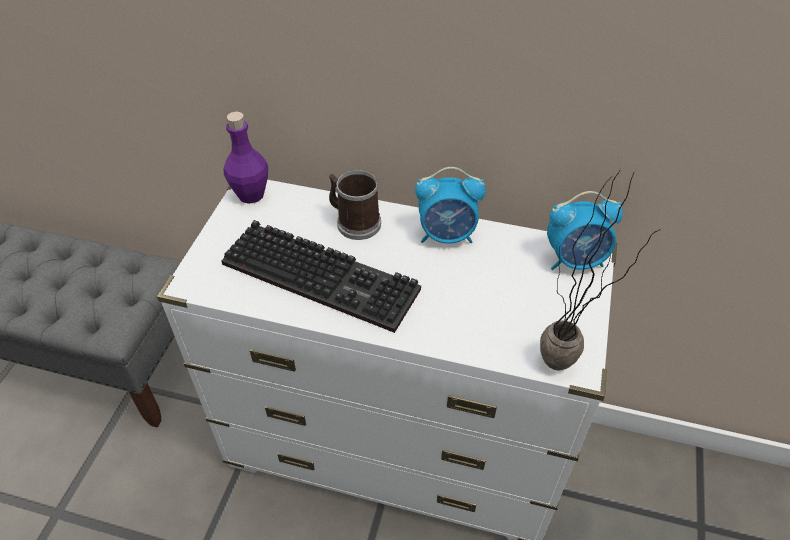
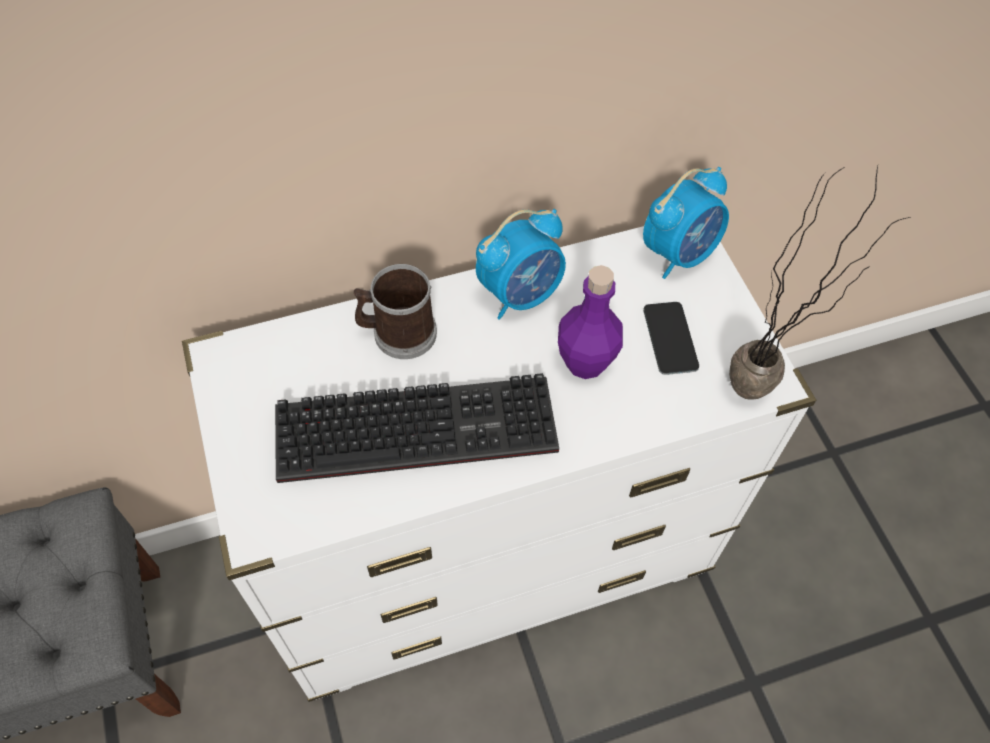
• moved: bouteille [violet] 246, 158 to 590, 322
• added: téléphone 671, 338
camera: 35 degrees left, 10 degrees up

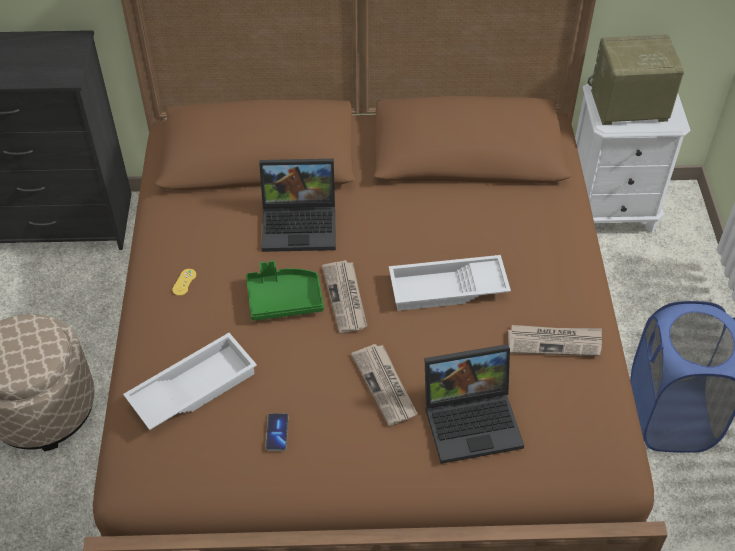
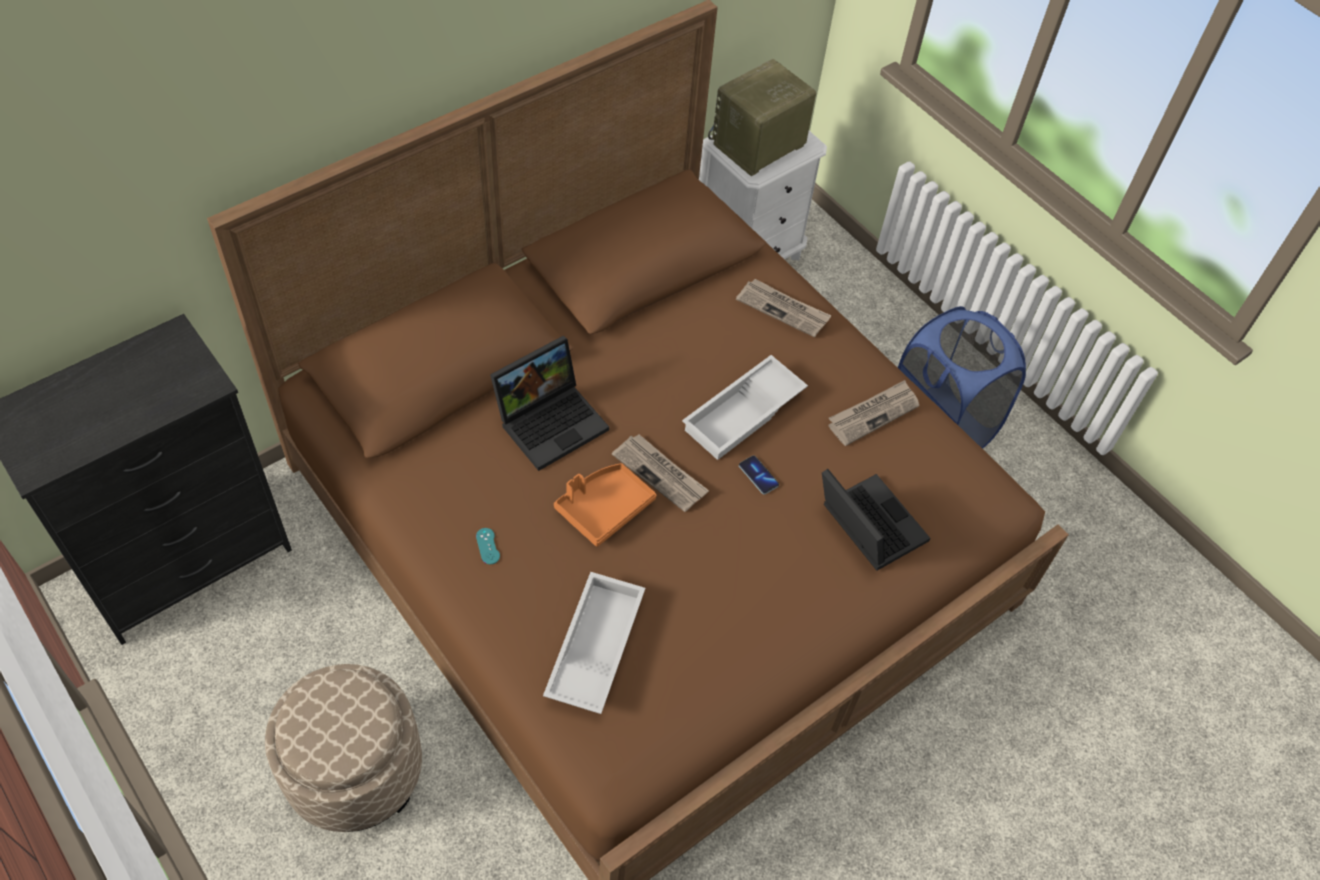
• recoloured: plateau [vert] 285, 291 to plateau [orange] 605, 505
• recoloured: manette [jaune] 184, 282 to manette [turquoise] 488, 546
• moved: journal 384, 385 to 783, 308
• turned: ordinateur portable 474, 404 = 876, 520 75 degrees counterclockwise
• moved: téléphone 277, 432 to 759, 475
camera: 40 degrees left, 5 degrees up

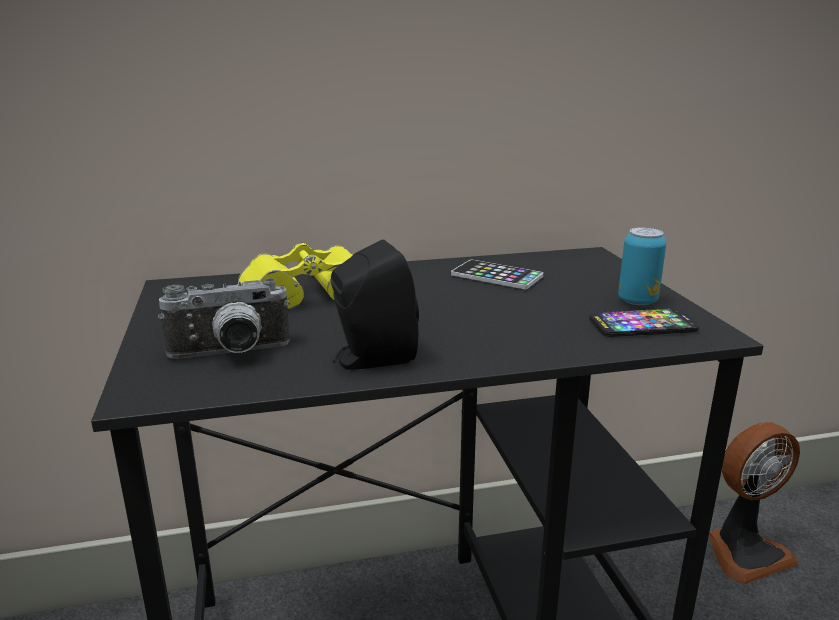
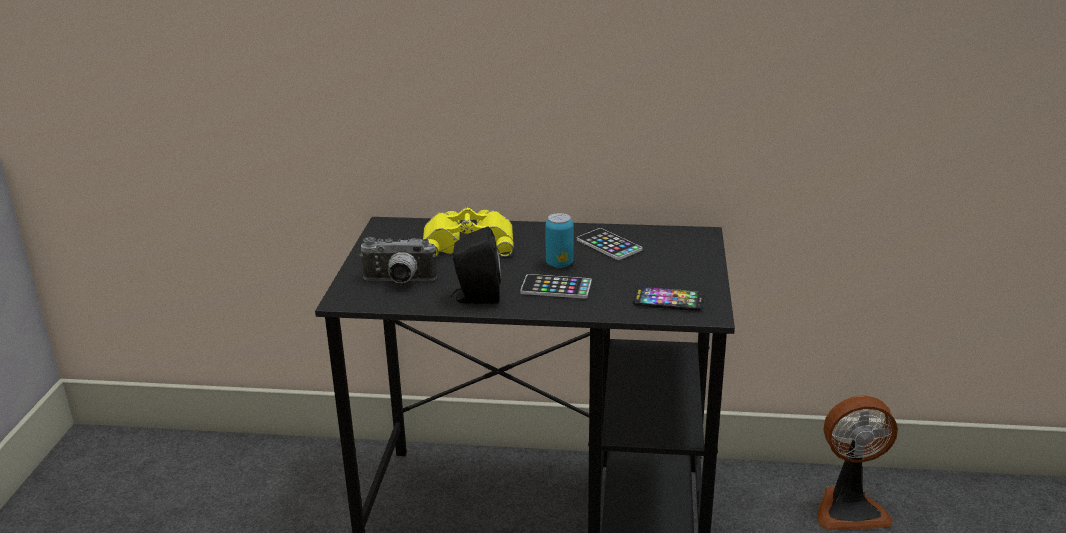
• moved: boîte métallique 642, 266 to 559, 240
• added: téléphone 556, 286
camera: 20 degrees right, 5 degrees up

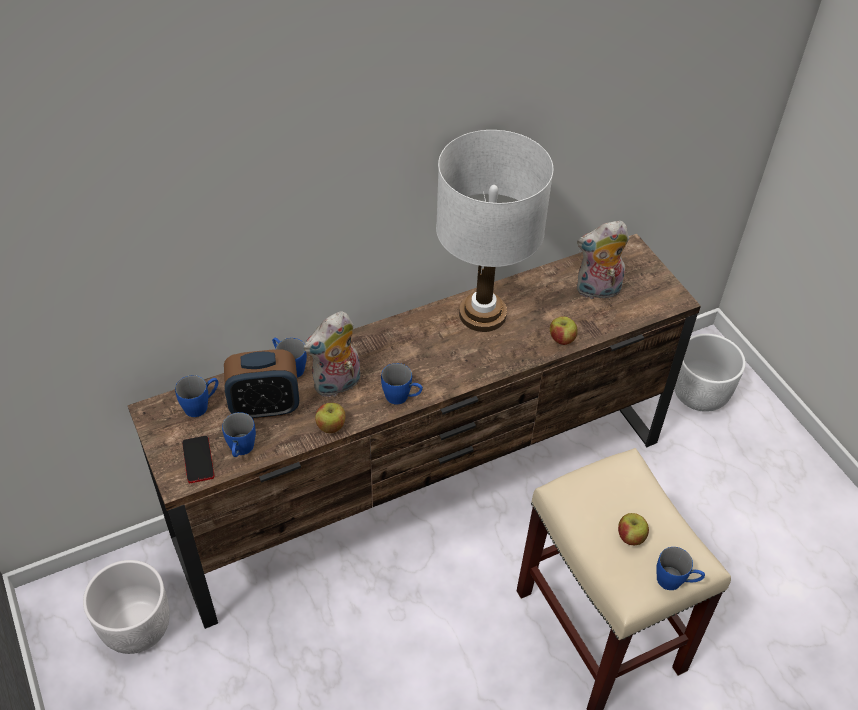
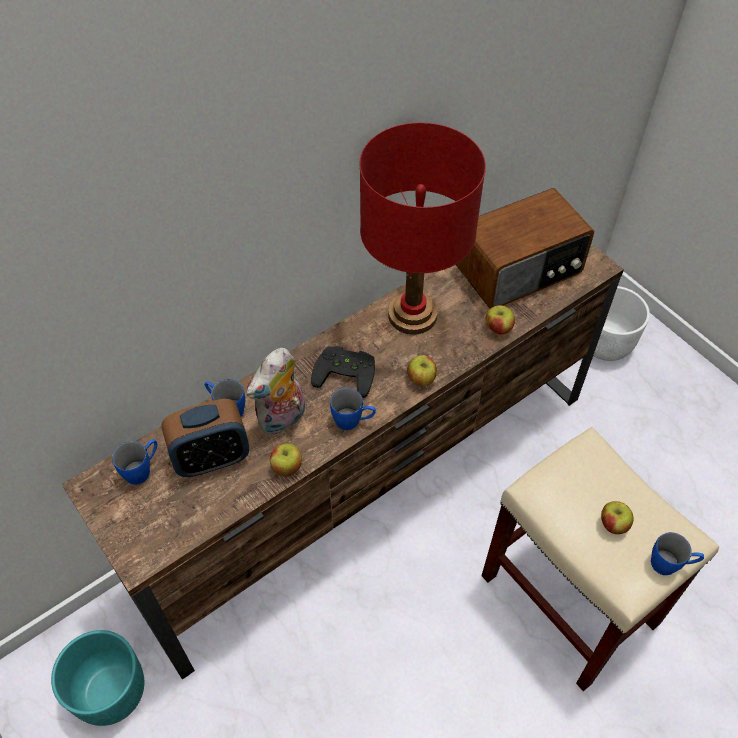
• recoloured: lampe de table [blanc] 494, 231 to lampe de table [rouge] 422, 229
• replaced: peluche 603, 260 to radio 525, 248
• removed: mug [bleu] 239, 434
• removed: téléphone 198, 459
• recoloured: cache-pot [blanc] 126, 607 to cache-pot [turquoise] 97, 678
• added: manette [noir] 343, 372
• added: pomme 422, 370
camera: 10 degrees left, 5 degrees up

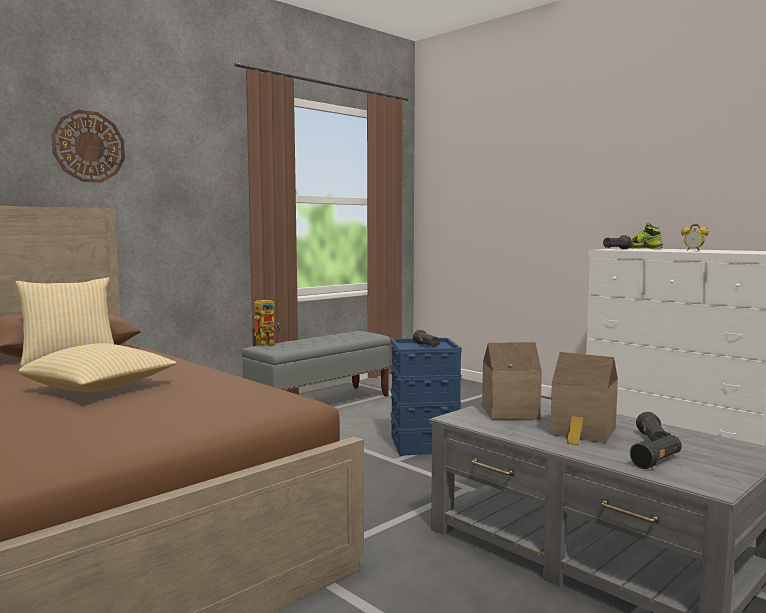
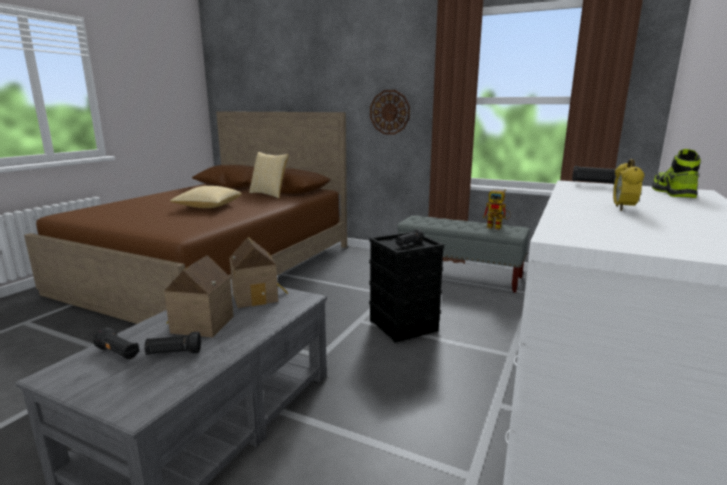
• moved: horloge murale 88, 146 to 390, 112
• moved: robot jouet 267, 322 to 497, 209
• recoloured: boîte de rangement [bleu] 426, 397 to boîte de rangement [noir] 407, 287
camera: 70 degrees right, 10 degrees up

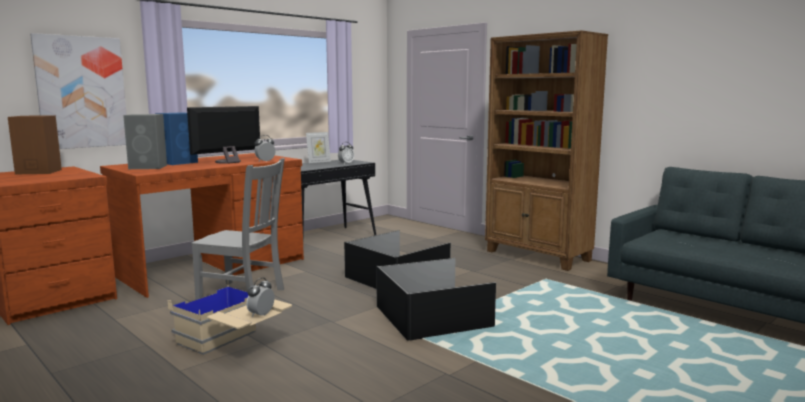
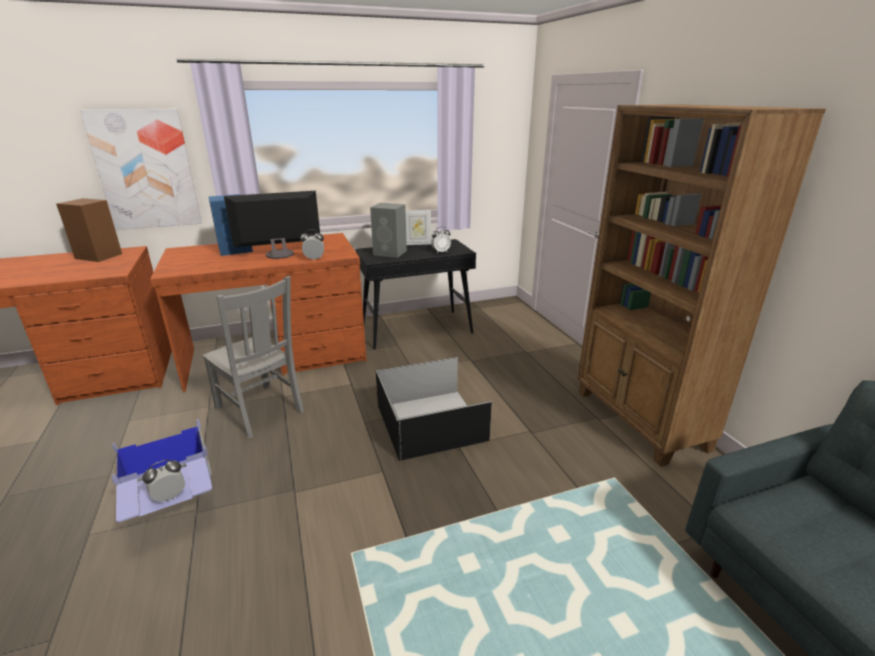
• moved: enceinte [gris] 145, 141 to 388, 230
• removed: boîte de rangement [noir] 436, 299
• recoloured: boîte de rangement [beige] 230, 318 to boîte de rangement [bleu] 161, 470
camera: 25 degrees right, 15 degrees up

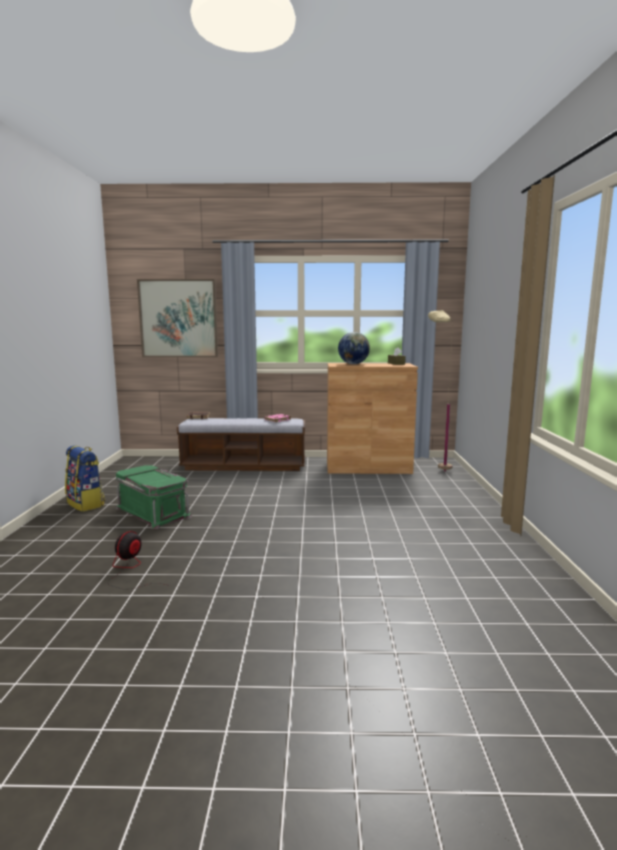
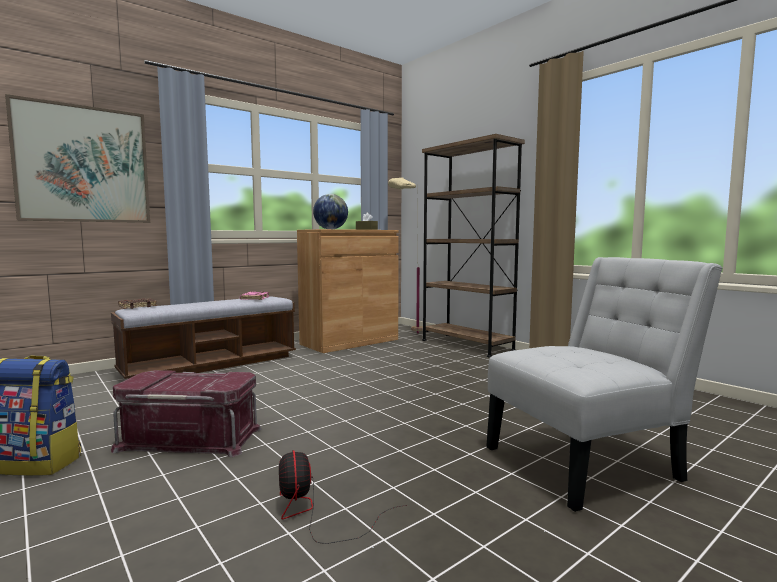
• recoloured: boîte de rangement [vert] 154, 497 to boîte de rangement [rouge] 186, 413
• added: bibliothèque [marron] 473, 245
• added: chaise [blanc] 604, 384
camera: 40 degrees left, 5 degrees down

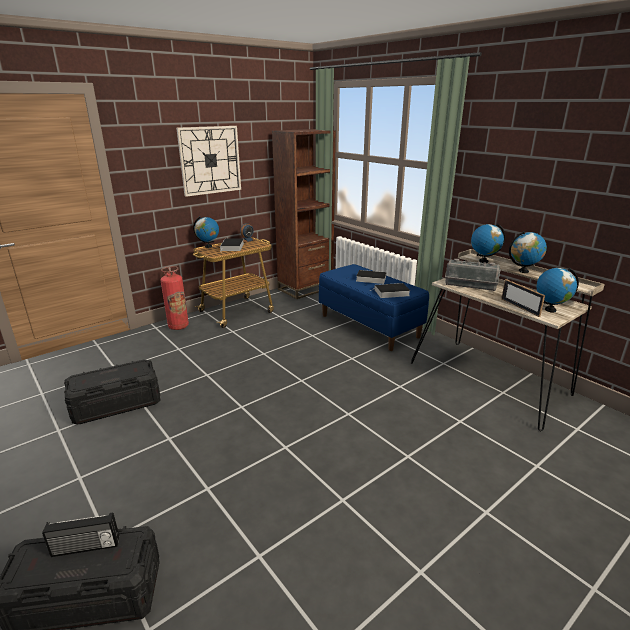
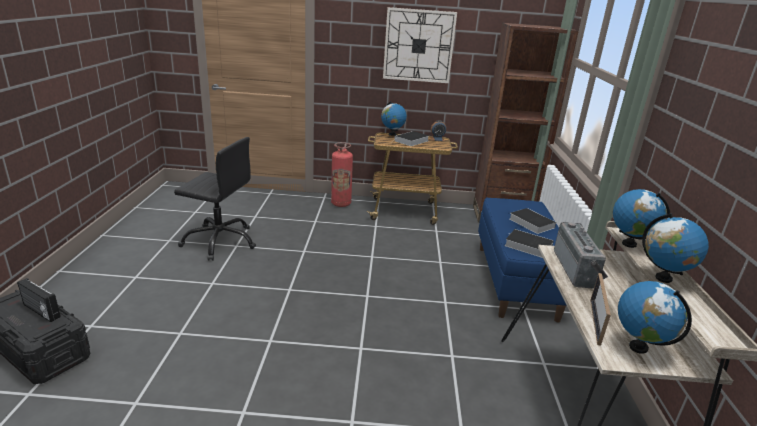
• turned: radio 473, 275 = 581, 255 150 degrees counterclockwise
• replaced: boîte de rangement [noir] 112, 391 to chaise de bureau [noir] 215, 199
camera: 40 degrees right, 0 degrees up

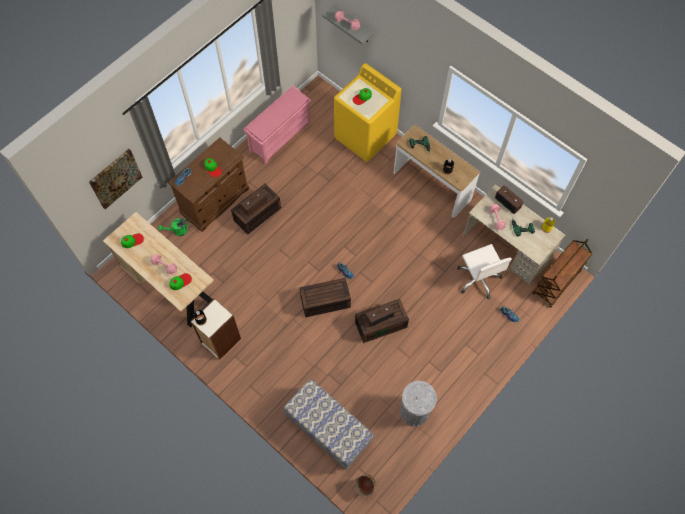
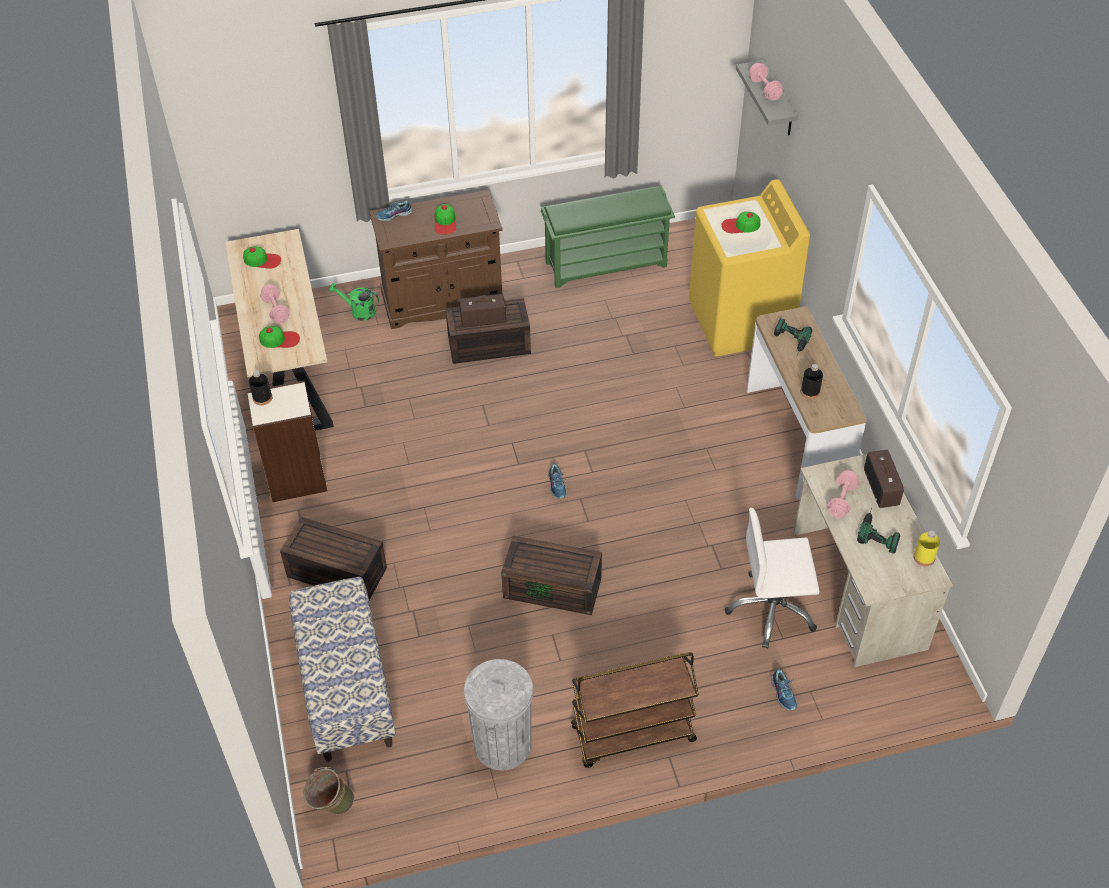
• recoloured: étagère à chaussures [rose] 277, 125 to étagère à chaussures [vert] 608, 236
• removed: tableau 116, 179
• moved: chariot [marron] 562, 273 to 635, 710
• turned: chaise de bureau [blanc] 484, 271 = 772, 578 75 degrees clockwise
• moved: boîte de rangement [marron] 325, 297 to 333, 558
• removed: radio 380, 315
camera: 35 degrees right, 15 degrees down

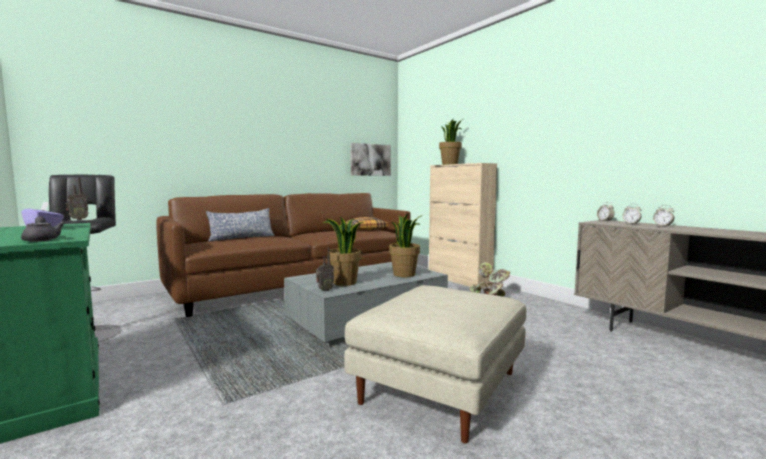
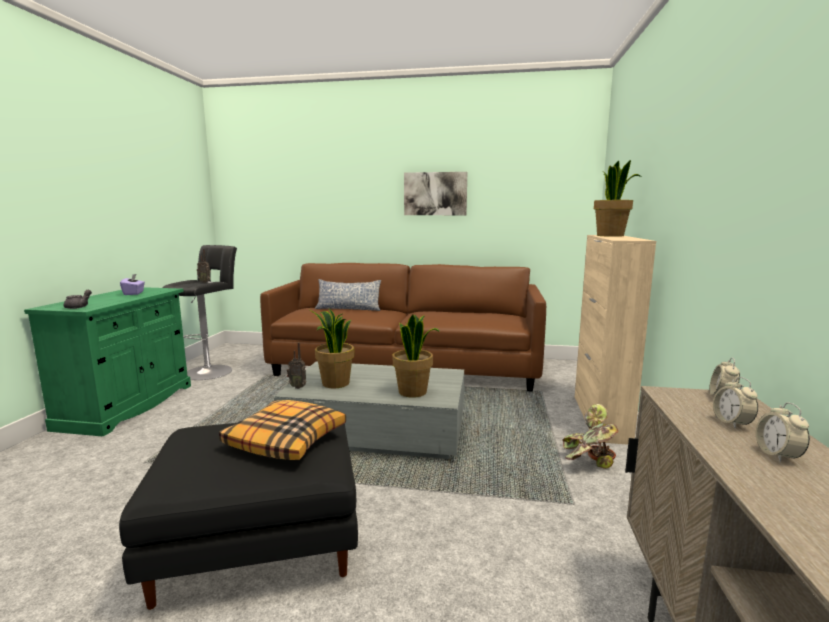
• moved: tableau 370, 159 to 435, 193
• moved: coussin 367, 223 to 282, 430
• recoloured: pouf [beige] 435, 364 to pouf [noir] 238, 516
camera: 45 degrees right, 5 degrees up

